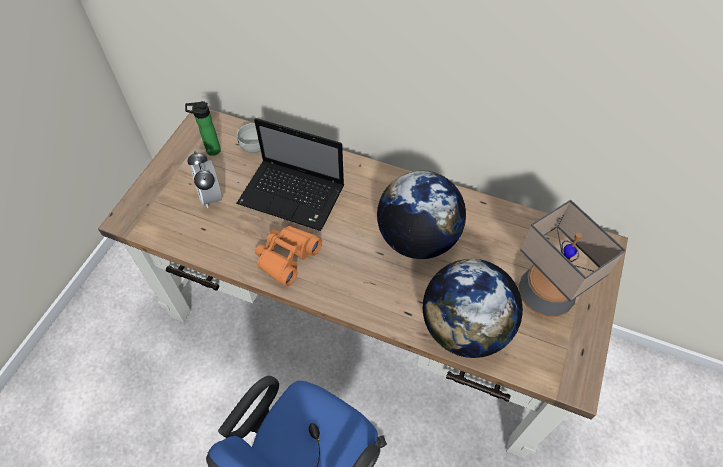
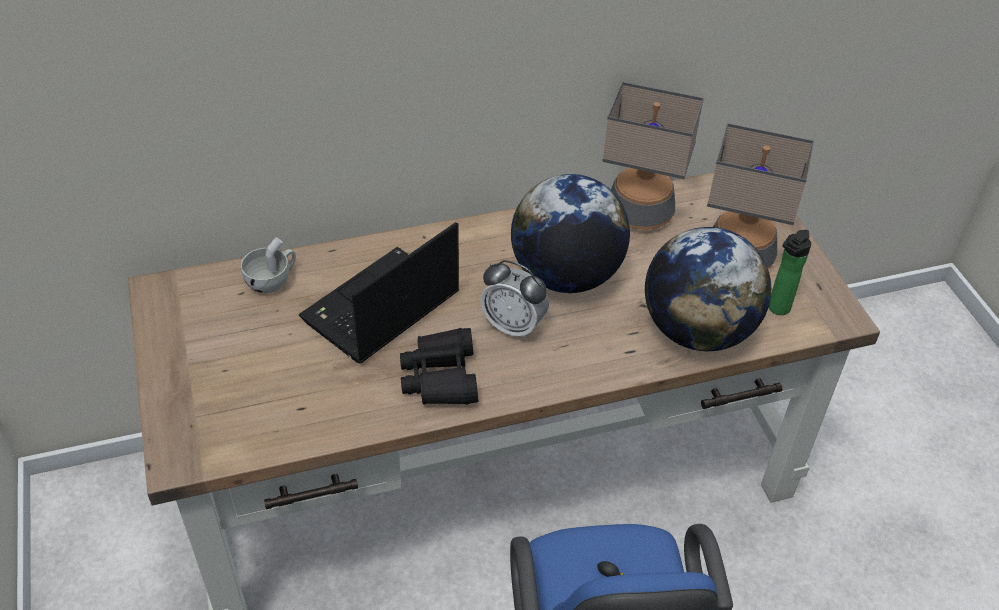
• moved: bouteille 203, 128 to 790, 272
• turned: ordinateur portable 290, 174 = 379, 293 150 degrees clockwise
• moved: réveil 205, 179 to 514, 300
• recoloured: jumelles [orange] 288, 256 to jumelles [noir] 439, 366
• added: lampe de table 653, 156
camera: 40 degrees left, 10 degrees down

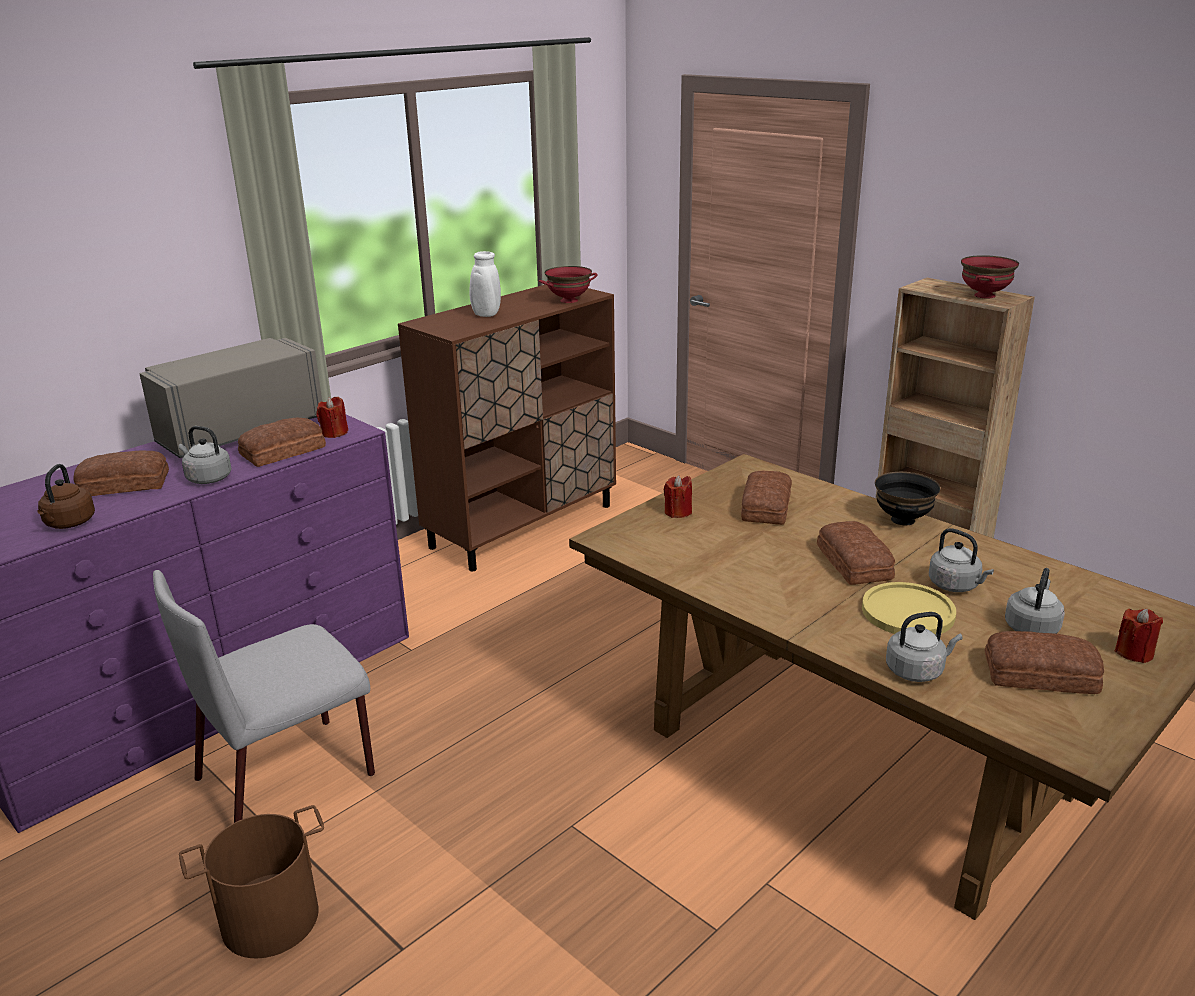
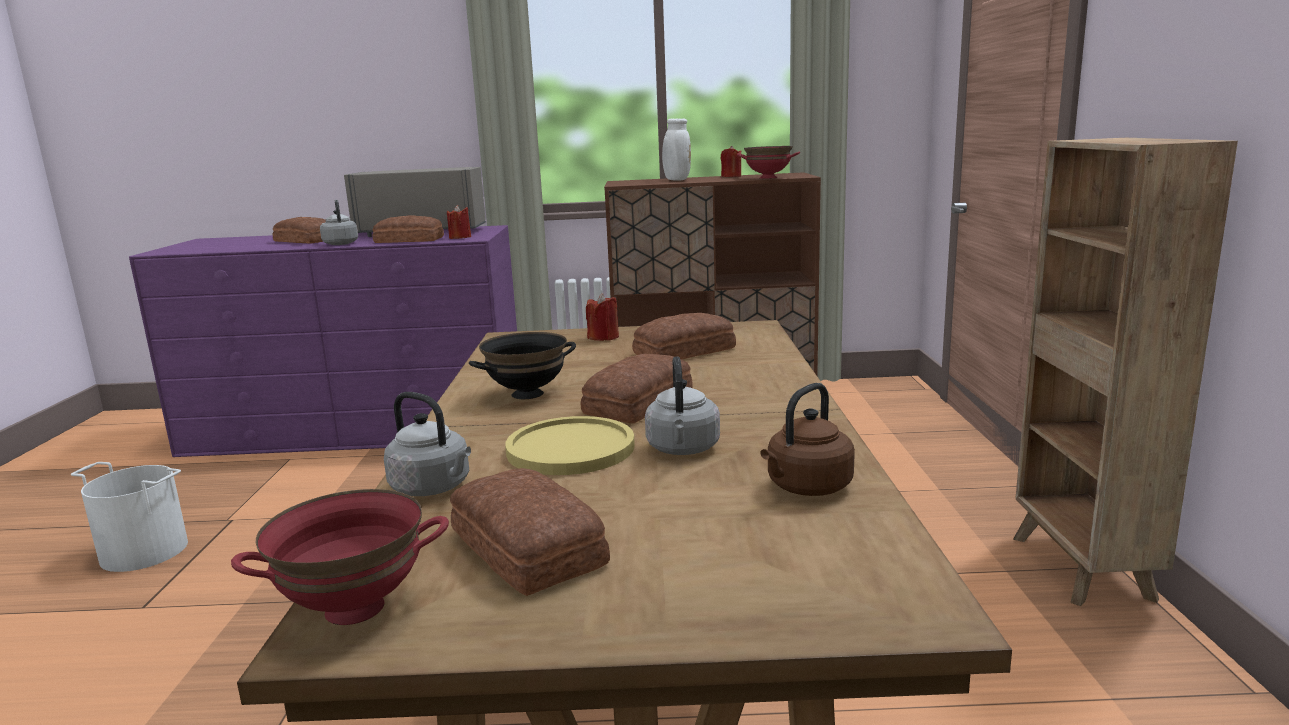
• moved: bol [rouge] 990, 276 to 340, 557
• moved: bouilloire [marron] 66, 496 to 807, 439
• moved: bol [noir] 908, 498 to 522, 365
• removed: bouilloire [gris] 1035, 601
• removed: chaise [gris] 264, 696
• moved: bougie [rouge] 1139, 636 to 731, 161
• recoloured: seau [marron] 251, 881 to seau [blanc] 129, 517
camera: 45 degrees right, 10 degrees down

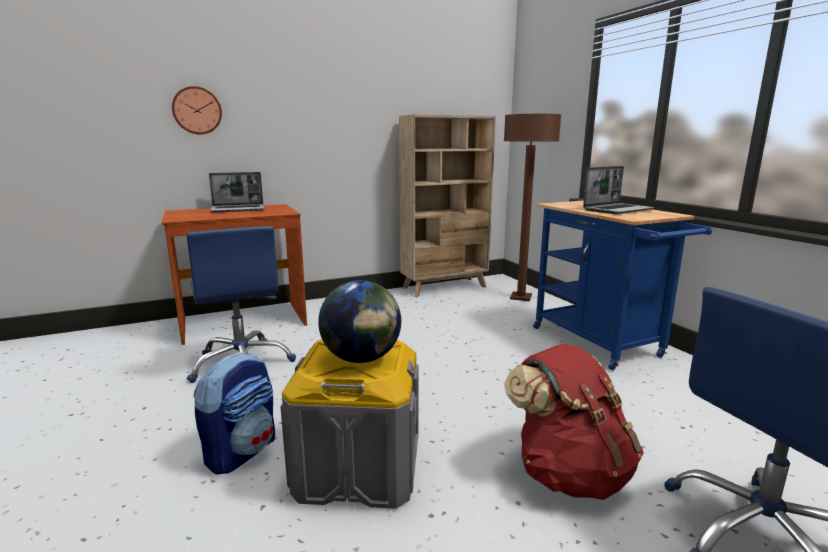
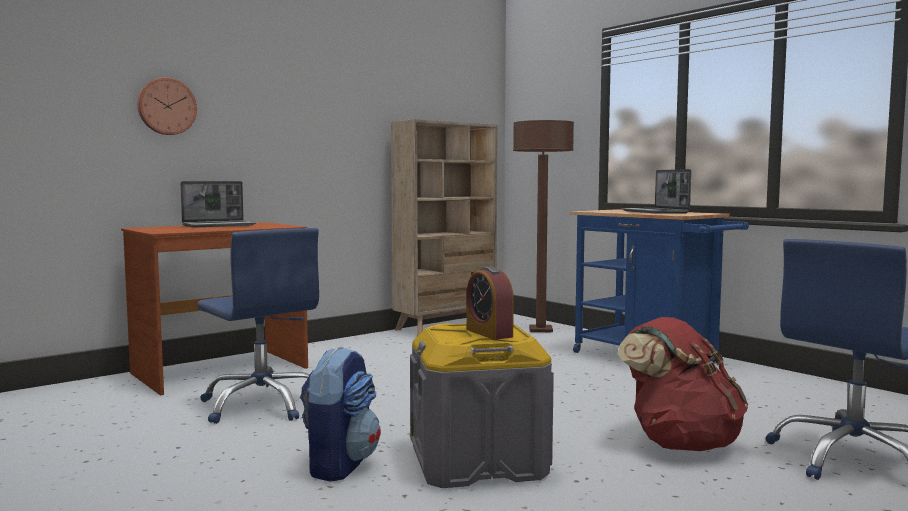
• turned: ordinateur portable 618, 190 = 656, 191 120 degrees clockwise
• replaced: globe 359, 321 to réveil 490, 303
camera: 15 degrees left, 10 degrees down

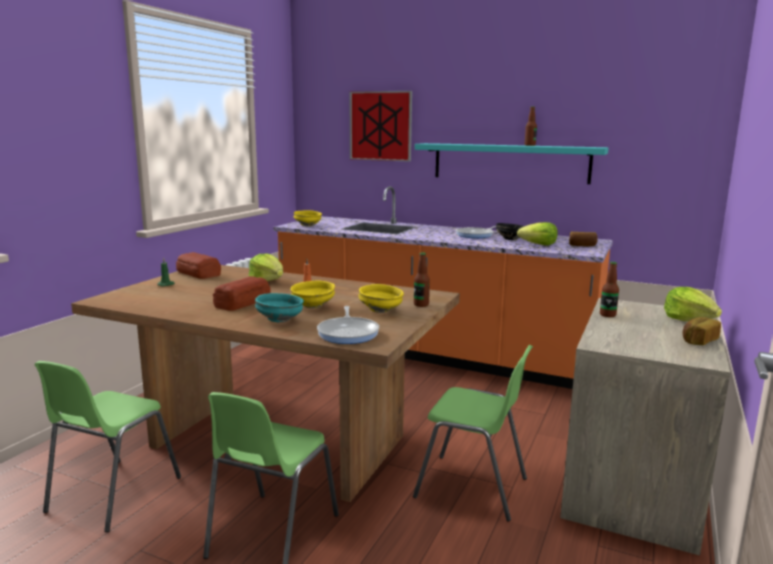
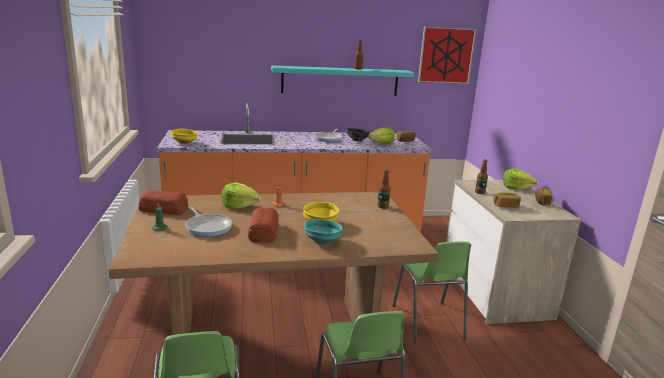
• moved: tableau 381, 126 to 447, 55
• removed: bol [jaune] 381, 298
• moved: poêle 348, 325 to 208, 221
• turned: chaise [vert] 473, 433 = 432, 293 90 degrees clockwise
• added: pain 507, 200
camera: 35 degrees left, 5 degrees up

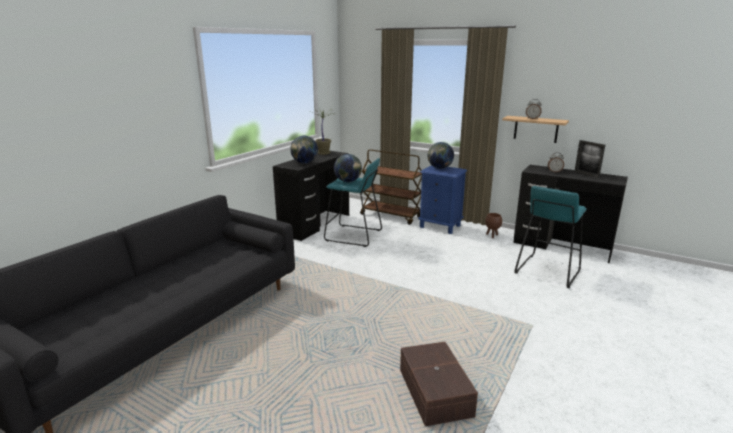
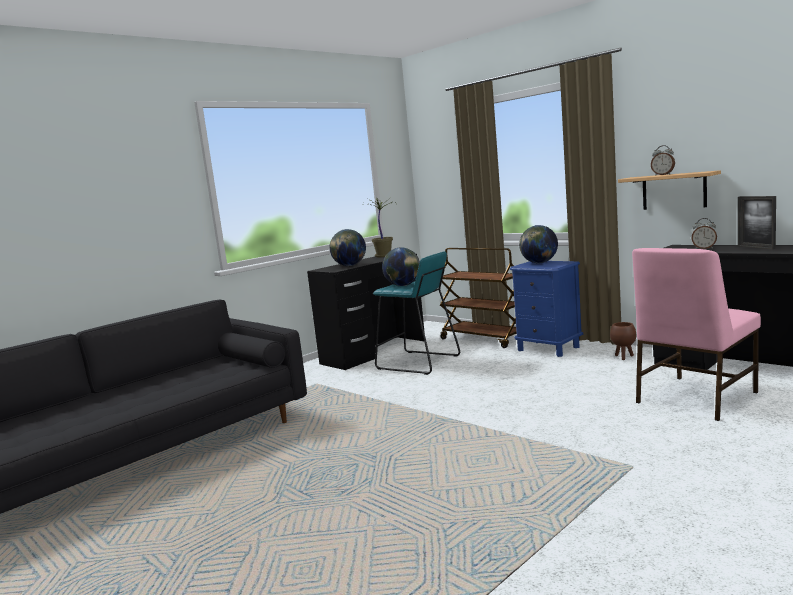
• replaced: tabouret [turquoise] 550, 237 to chaise [rose] 696, 334
• removed: boîte de rangement [marron] 439, 384
camera: 15 degrees right, 10 degrees down

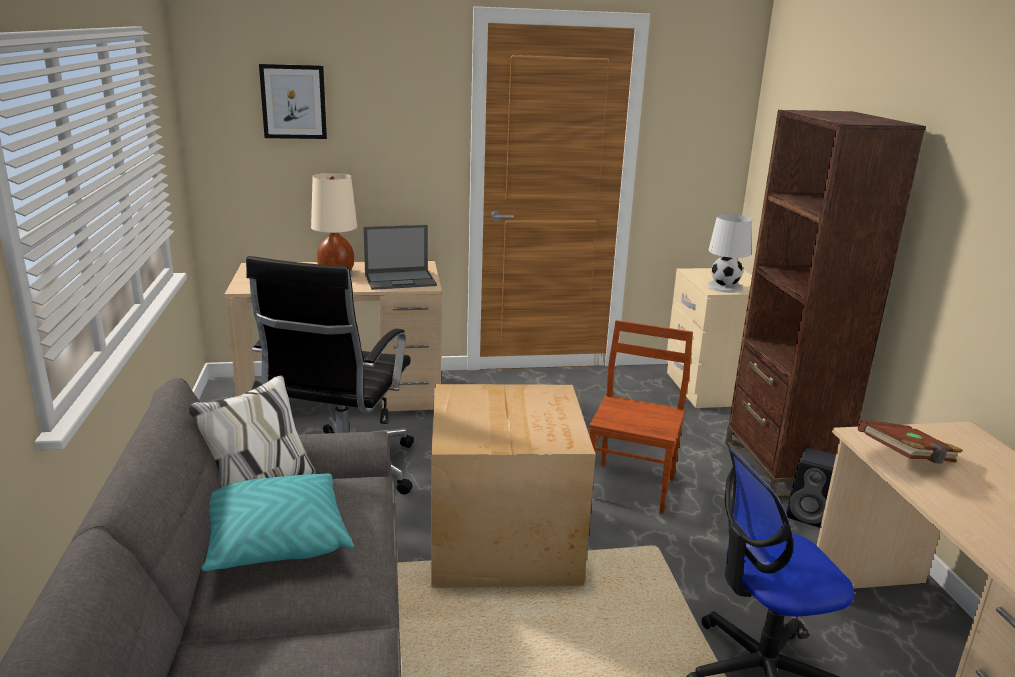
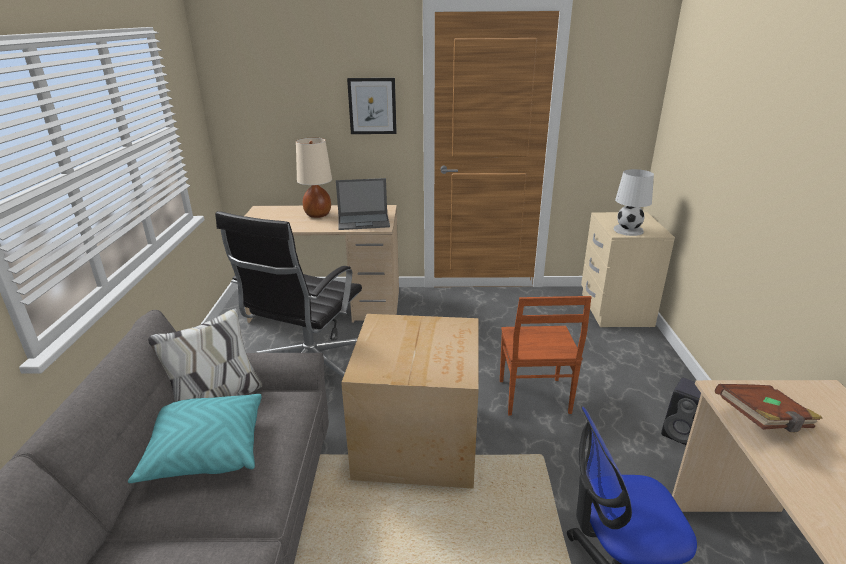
• moved: tableau 293, 101 to 372, 106
• removed: bibliothèque [marron] 825, 304
• turned: chaise [marron] 641, 417 = 546, 355 150 degrees clockwise
camera: 10 degrees right, 5 degrees up

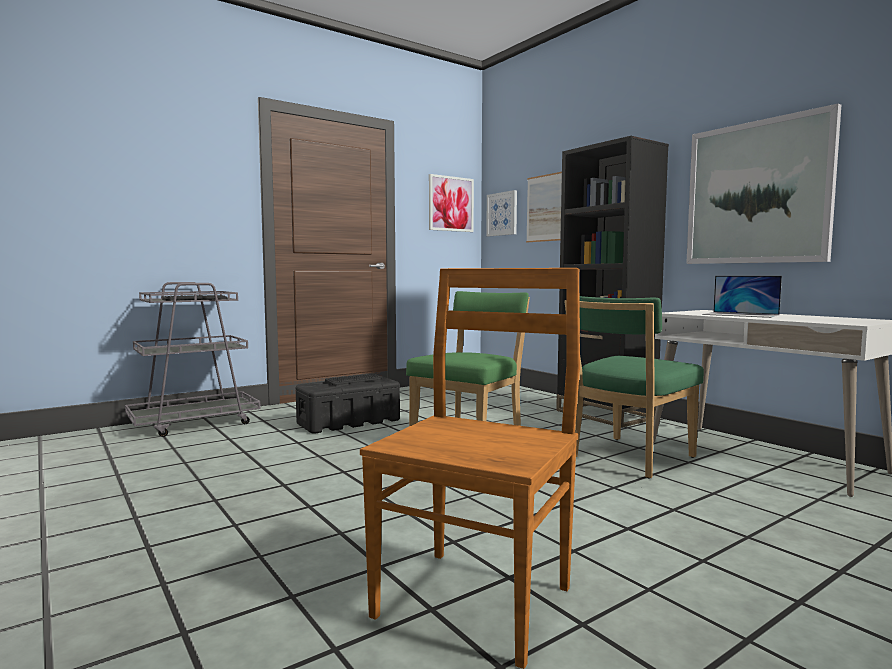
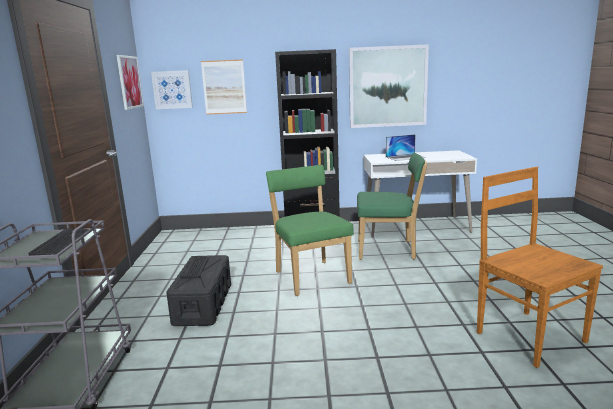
• turned: chaise [vert] 634, 387 = 392, 206 75 degrees counterclockwise
camera: 55 degrees left, 10 degrees up

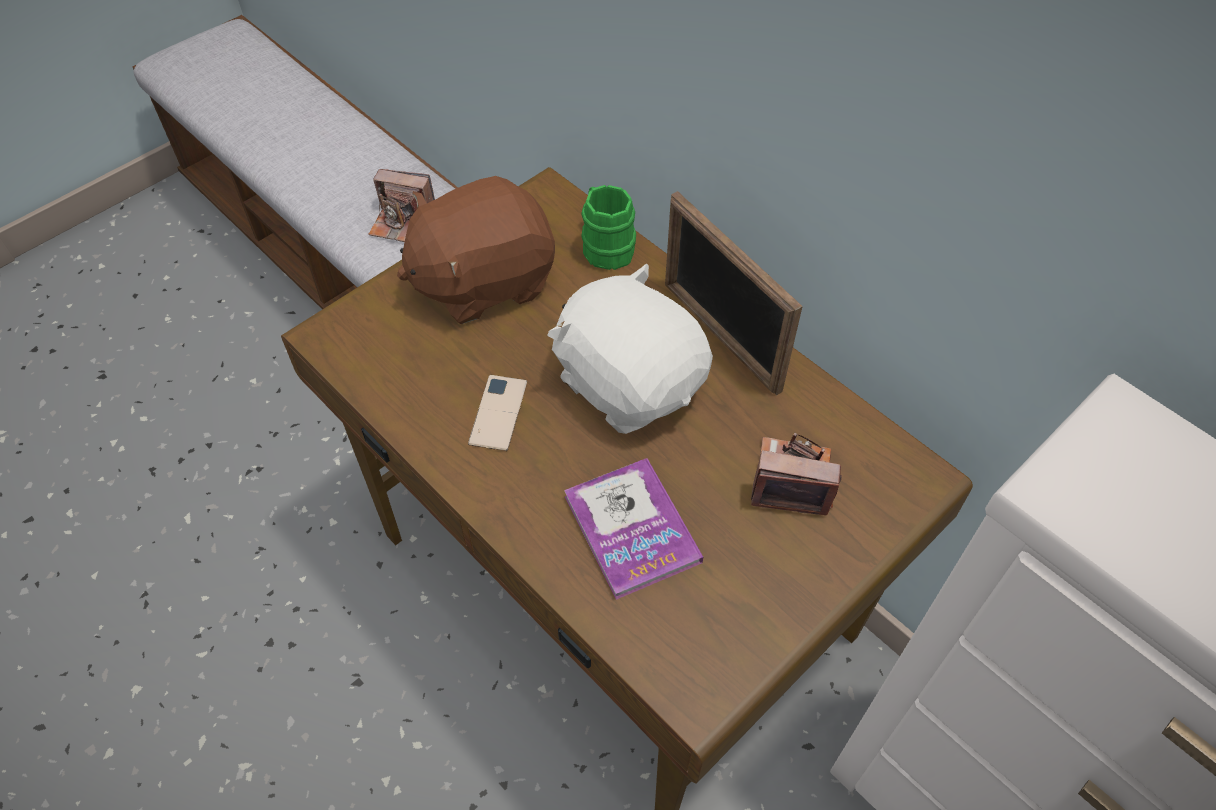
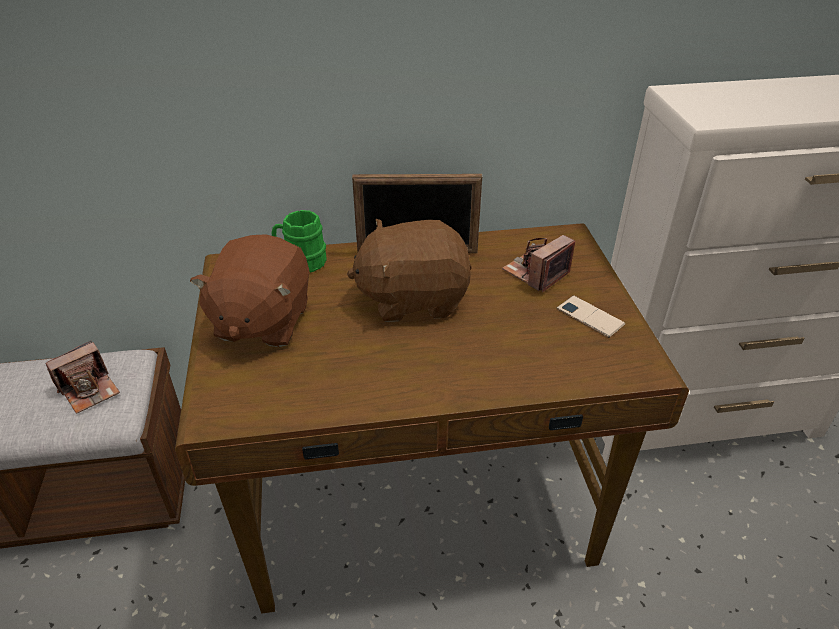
• recoloured: peluche [blanc] 630, 349 to peluche [marron] 409, 270
• moved: téléphone 497, 413 to 591, 317
• removed: livre 633, 529
camera: 55 degrees left, 15 degrees down

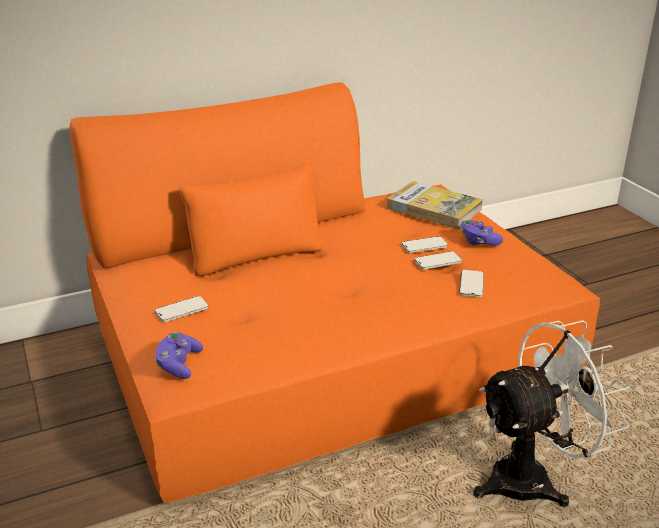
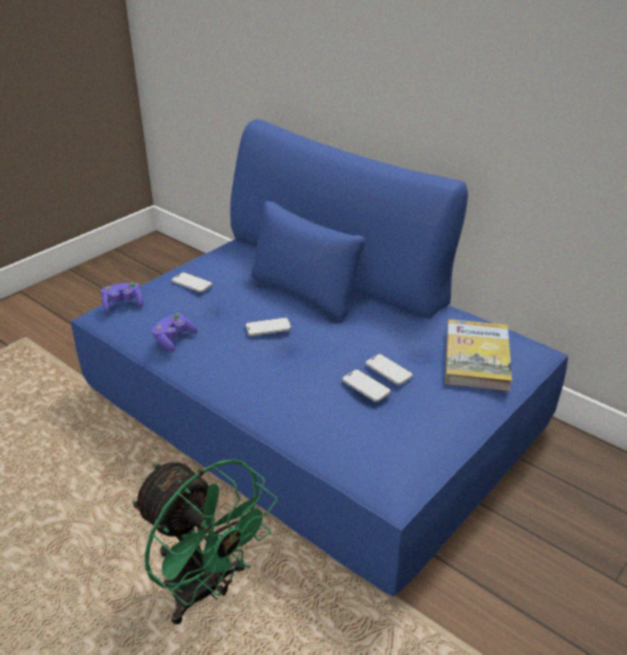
• recoloured: canapé [orange] 334, 292 to canapé [bleu] 319, 358
• moved: manette [violet] 481, 233 to 175, 332
• moved: téléphone 471, 283 to 268, 326
• recoloured: ventilateur [blanc] 551, 413 to ventilateur [vert] 204, 541
camera: 65 degrees right, 5 degrees up

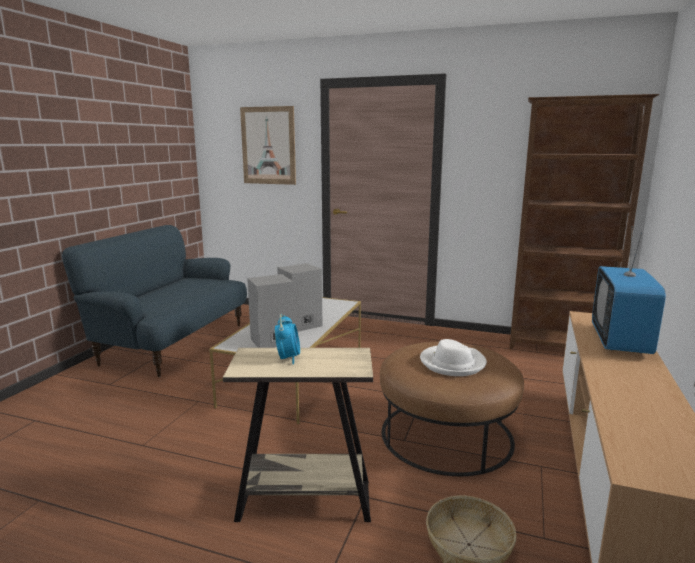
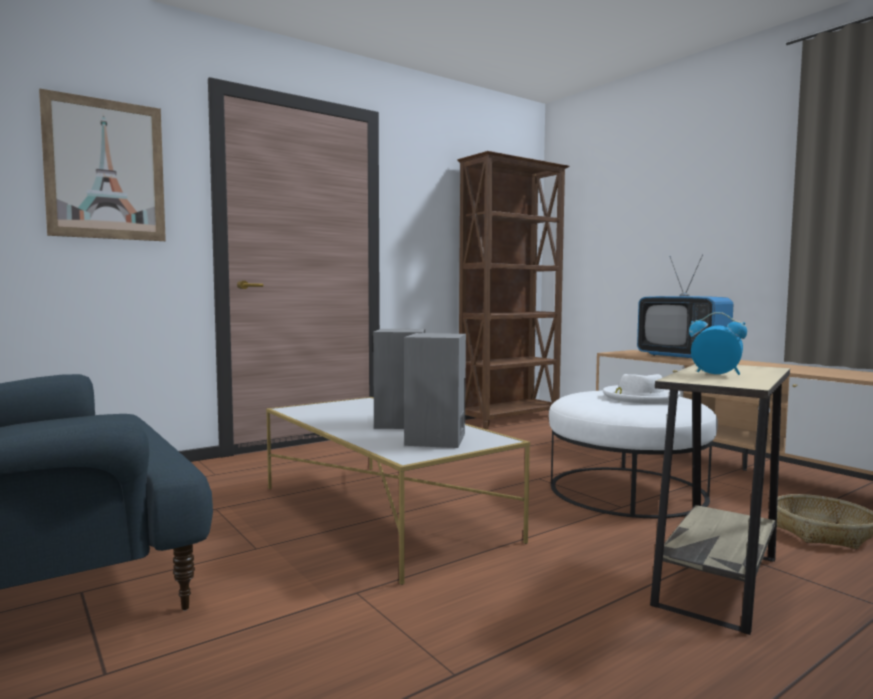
• recoloured: pouf [marron] 452, 409 to pouf [blanc] 633, 454
camera: 55 degrees left, 10 degrees down

